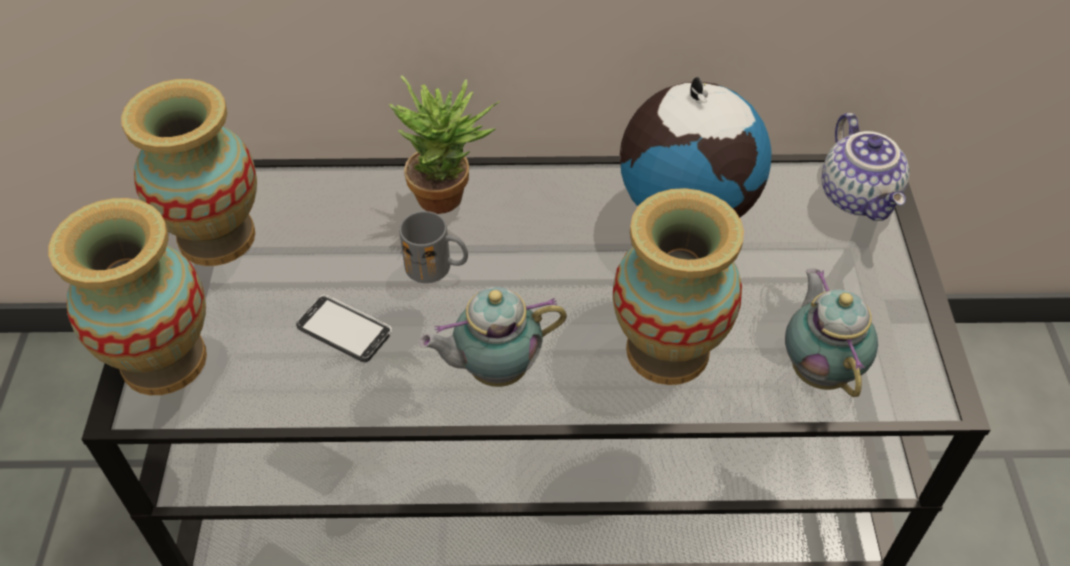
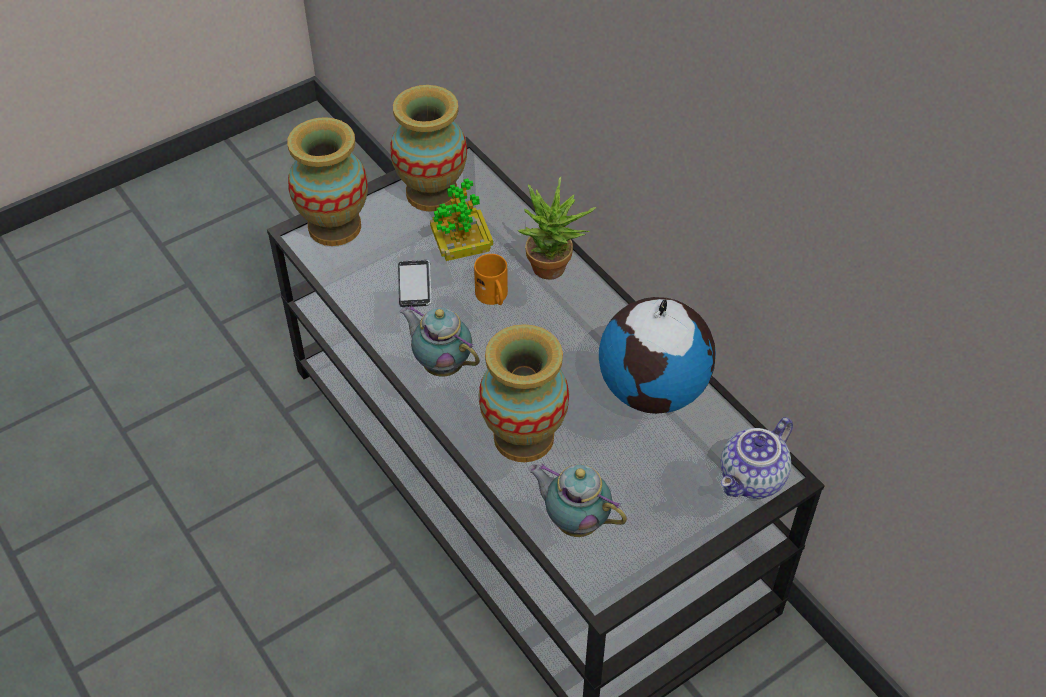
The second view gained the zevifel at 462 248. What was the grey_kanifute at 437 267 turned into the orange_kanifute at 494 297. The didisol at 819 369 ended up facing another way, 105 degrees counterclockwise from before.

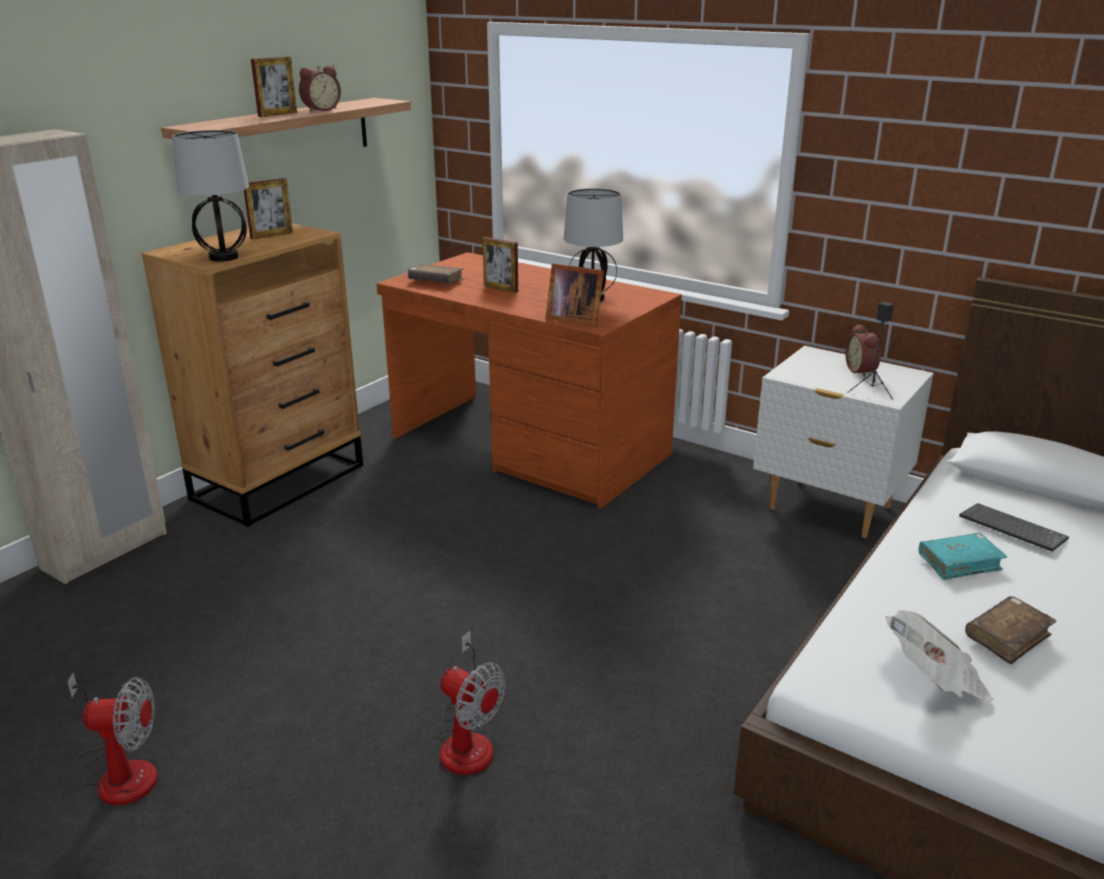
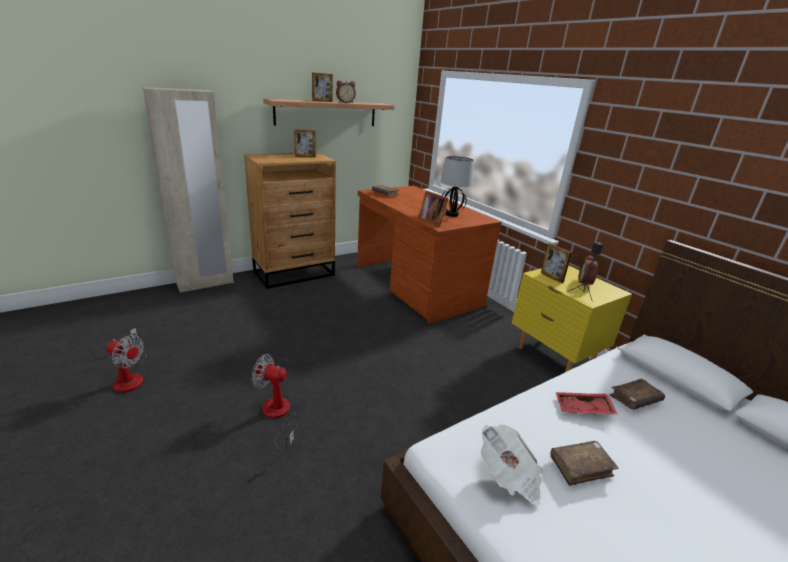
The second view lost the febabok at 223 257. The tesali ended up elsewhere, having gone from 501 288 to 551 277. Where the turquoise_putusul stood at 959 563, the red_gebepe came to stand at 583 409. Where the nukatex stood at 1010 529, the brown_putusul came to stand at 635 399. What was the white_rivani at 829 508 turned into the yellow_rivani at 554 357. The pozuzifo at 468 739 ended up facing another way, 135 degrees clockwise from before.

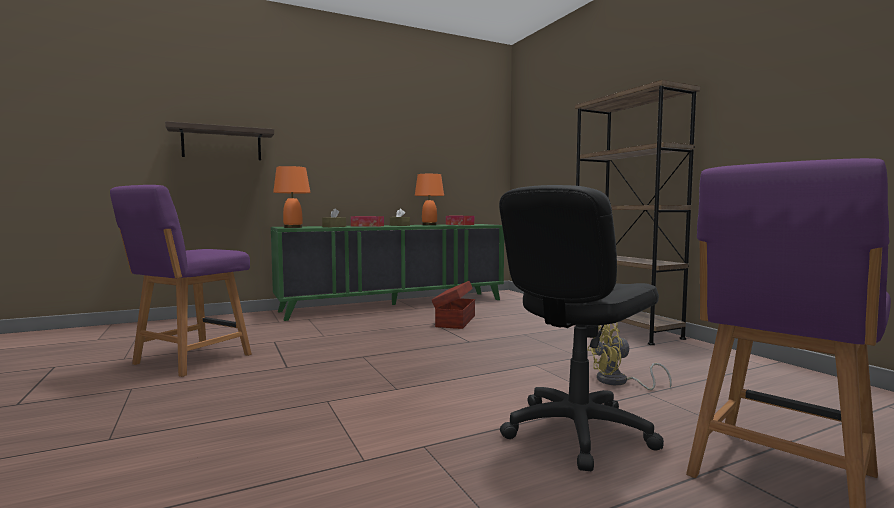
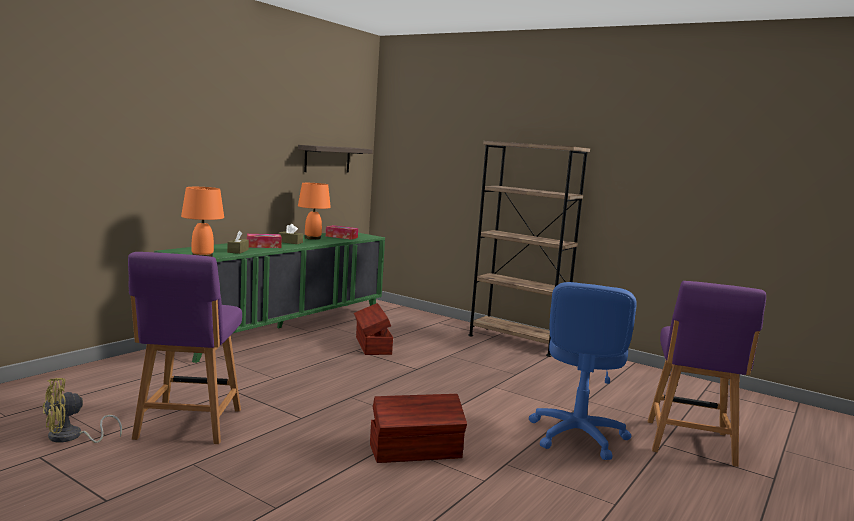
The second view gained the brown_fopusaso at 416 452. The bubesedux ended up elsewhere, having gone from 222 144 to 327 159. The yellow_pozuzifo ended up elsewhere, having gone from 618 382 to 71 437. What was the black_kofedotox at 576 431 turned into the blue_kofedotox at 577 436.

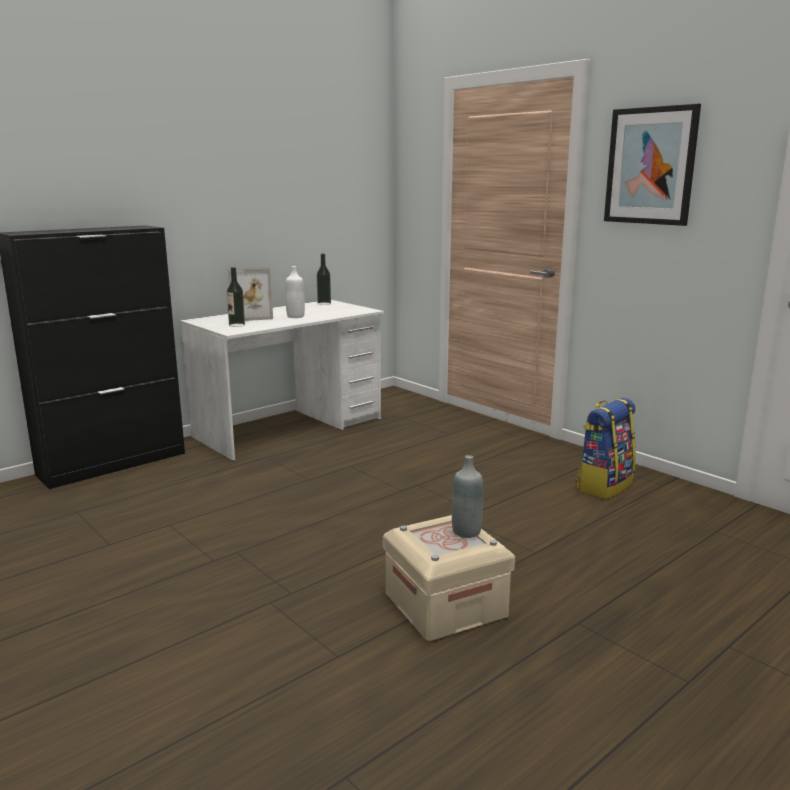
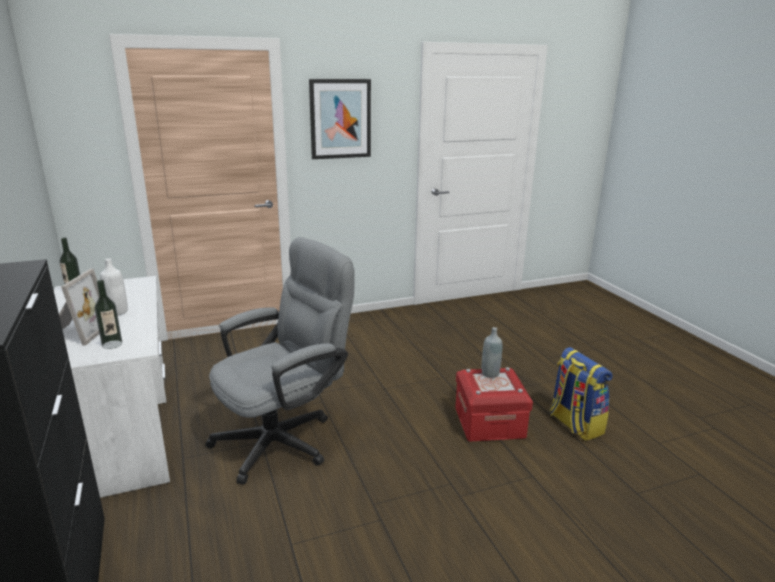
The second view gained the grey_kofedotox at 284 438. The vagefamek ended up elsewhere, having gone from 603 485 to 574 424. What was the beige_fopusaso at 445 605 turned into the red_fopusaso at 489 423.

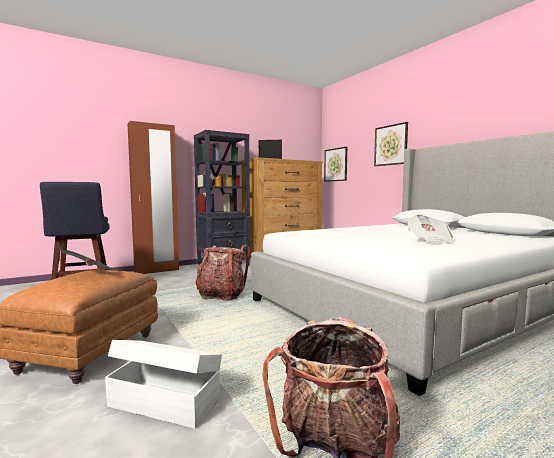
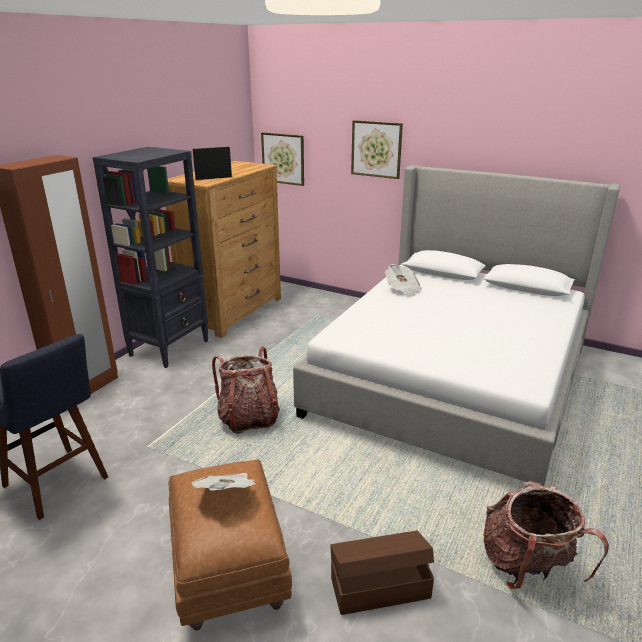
The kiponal ended up elsewhere, having gone from 429 241 to 402 290. What was the white_fopusaso at 164 401 turned into the brown_fopusaso at 378 587.

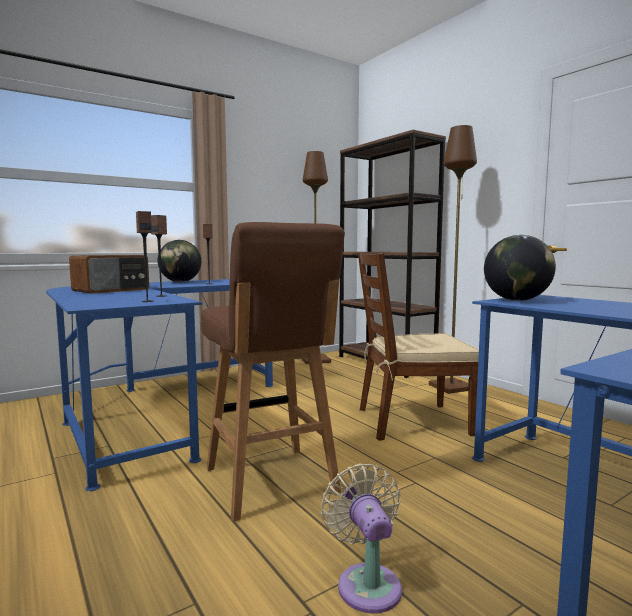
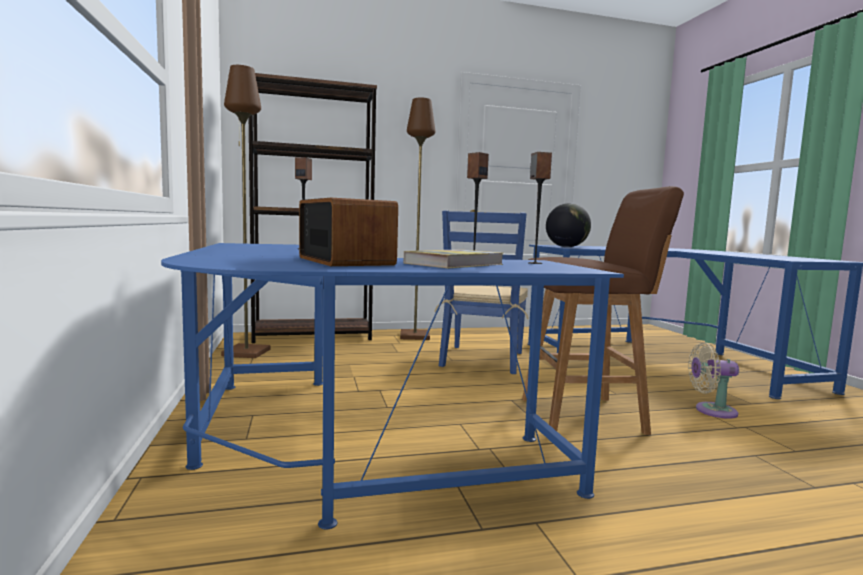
The second view lost the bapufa at 180 282. The second view gained the putusul at 454 264. What was the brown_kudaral at 411 421 turned into the blue_kudaral at 482 359.

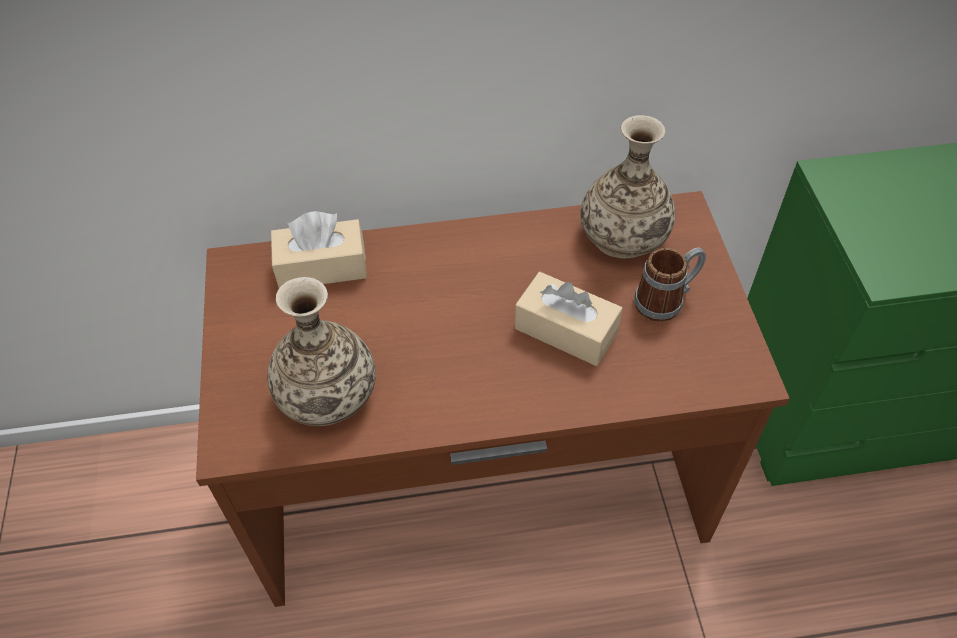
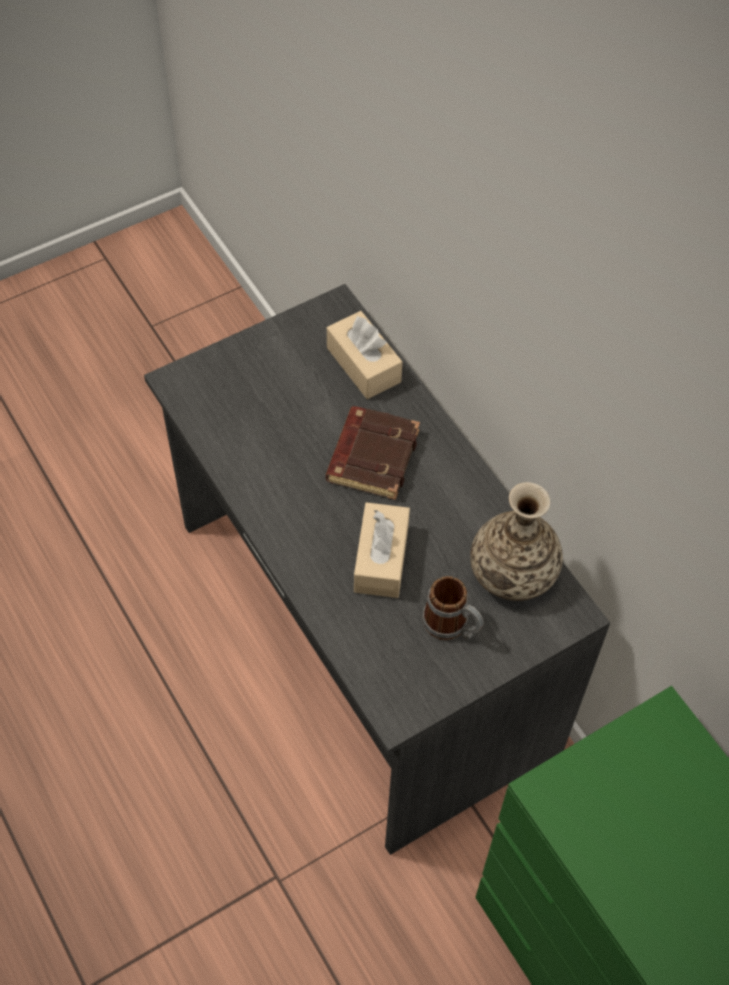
The second view lost the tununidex at 327 394. The second view gained the brown_putusul at 372 456. What was the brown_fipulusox at 481 483 turned into the grey_fipulusox at 361 636.

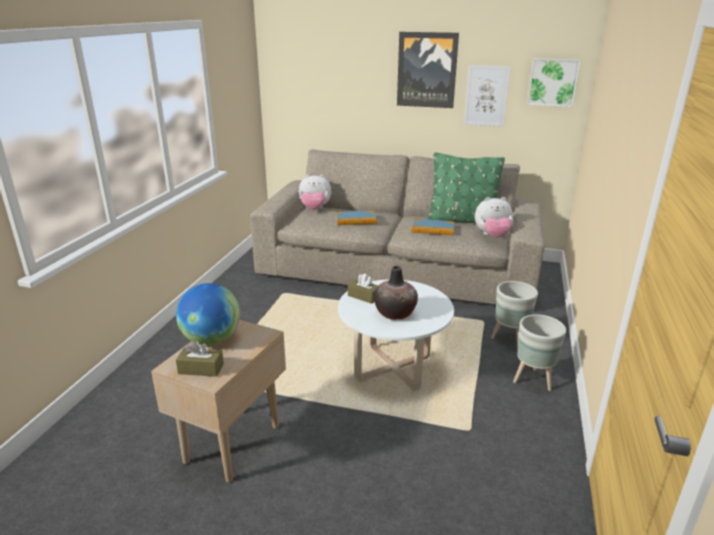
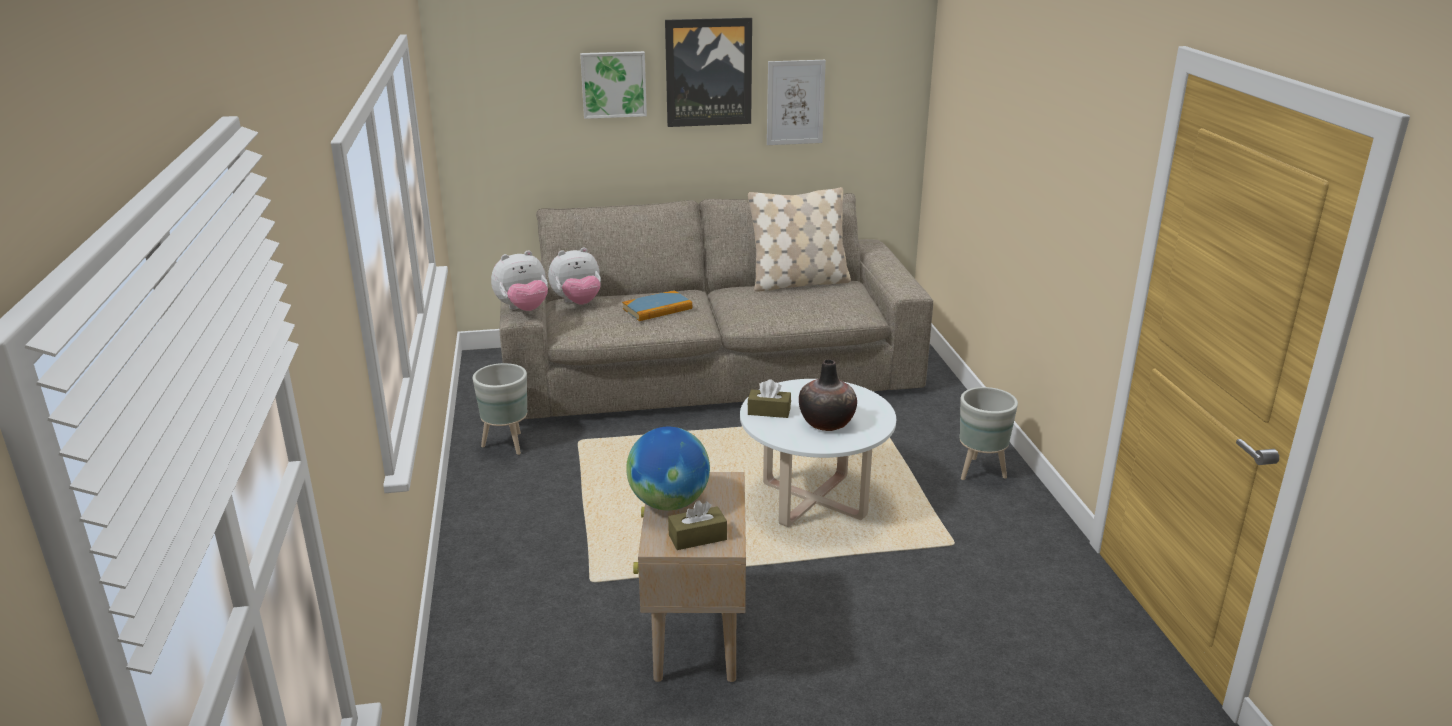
The second view lost the putusul at 432 229. The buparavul ended up elsewhere, having gone from 492 236 to 523 309. The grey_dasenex ended up elsewhere, having gone from 510 340 to 507 444. The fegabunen ended up elsewhere, having gone from 552 82 to 613 84. What was the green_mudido at 462 220 turned into the beige_mudido at 798 283.

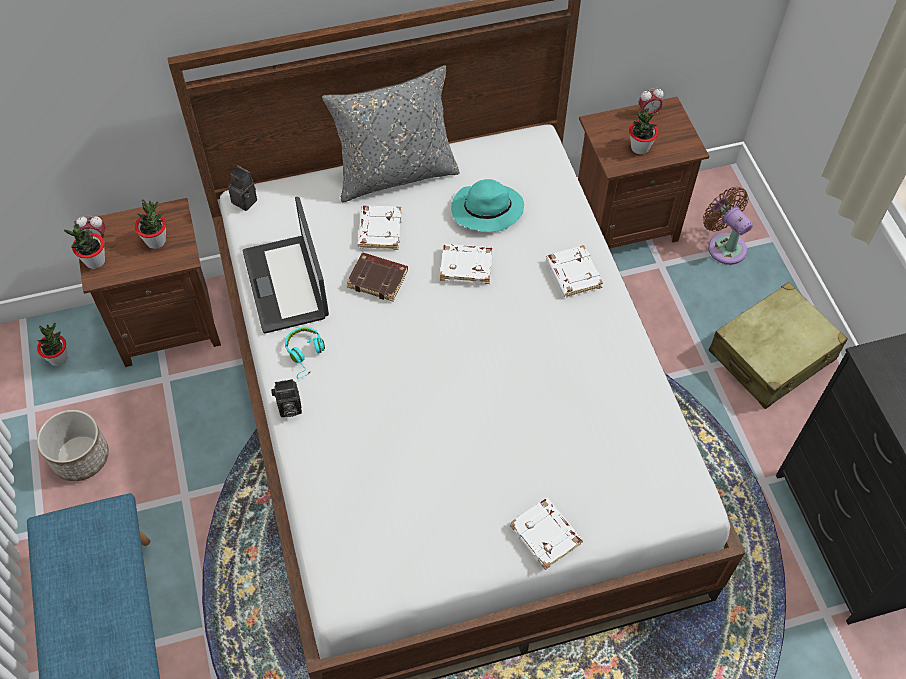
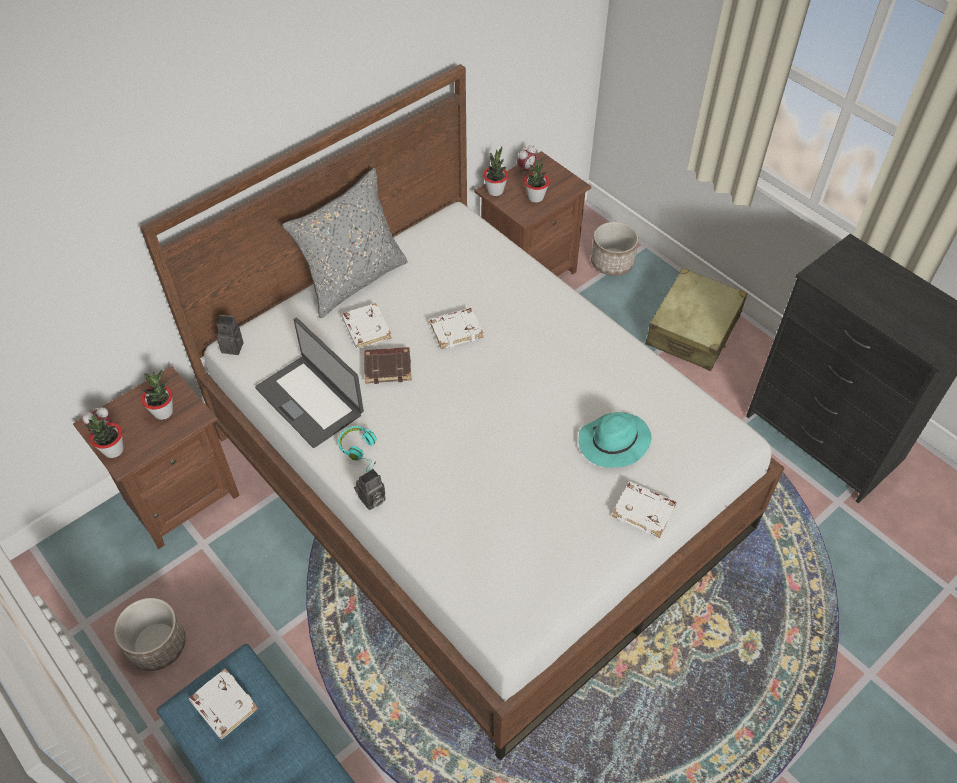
The zevifel ended up elsewhere, having gone from 58 358 to 495 191. The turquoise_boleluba ended up elsewhere, having gone from 486 211 to 613 443. The white_putusul ended up elsewhere, having gone from 572 274 to 223 705. Where the brown_pozuzifo stood at 724 245, the dasenex came to stand at 612 263.

